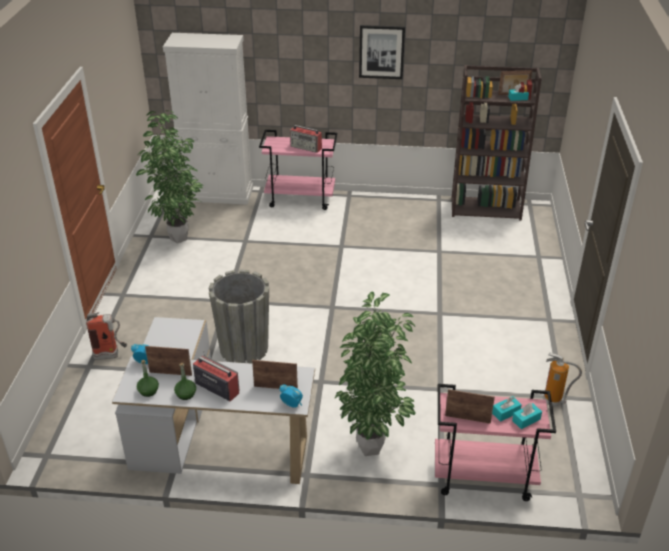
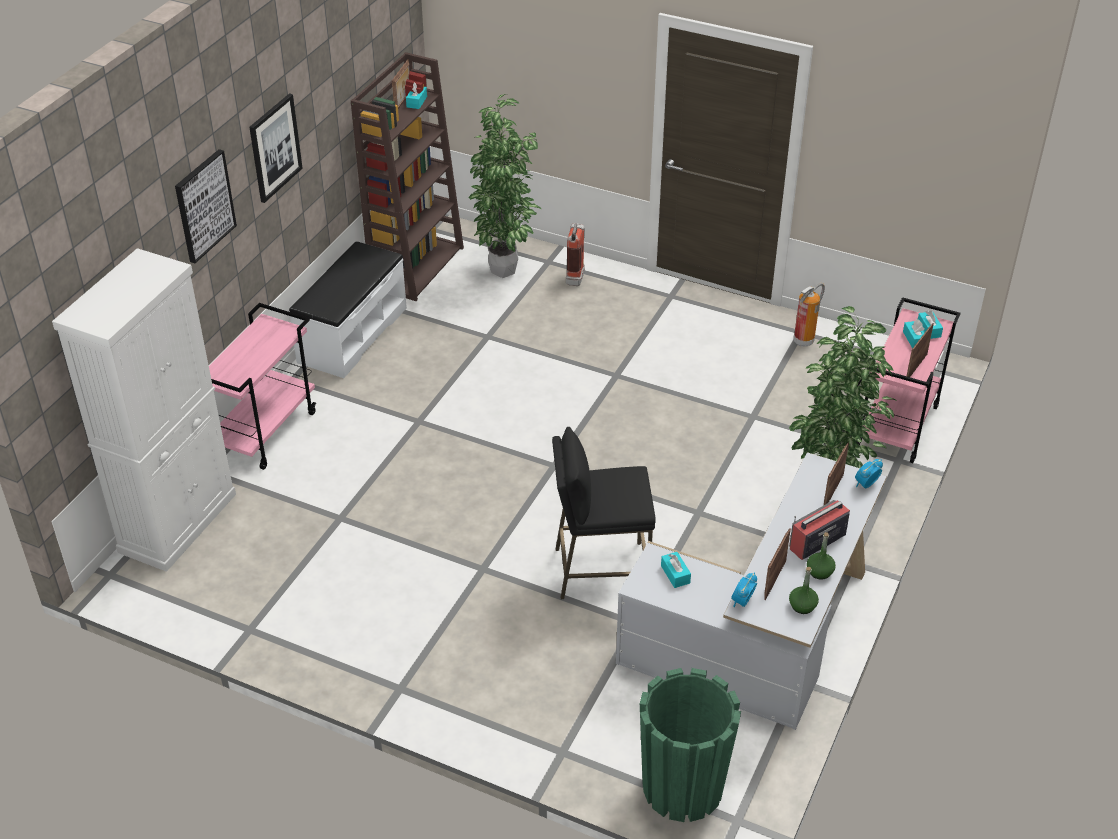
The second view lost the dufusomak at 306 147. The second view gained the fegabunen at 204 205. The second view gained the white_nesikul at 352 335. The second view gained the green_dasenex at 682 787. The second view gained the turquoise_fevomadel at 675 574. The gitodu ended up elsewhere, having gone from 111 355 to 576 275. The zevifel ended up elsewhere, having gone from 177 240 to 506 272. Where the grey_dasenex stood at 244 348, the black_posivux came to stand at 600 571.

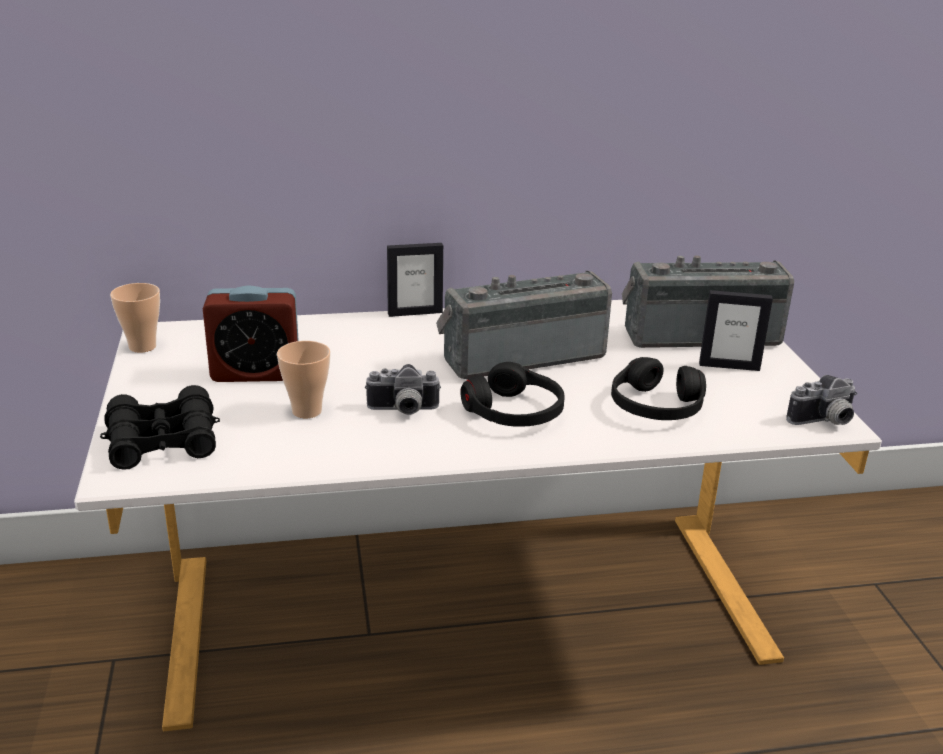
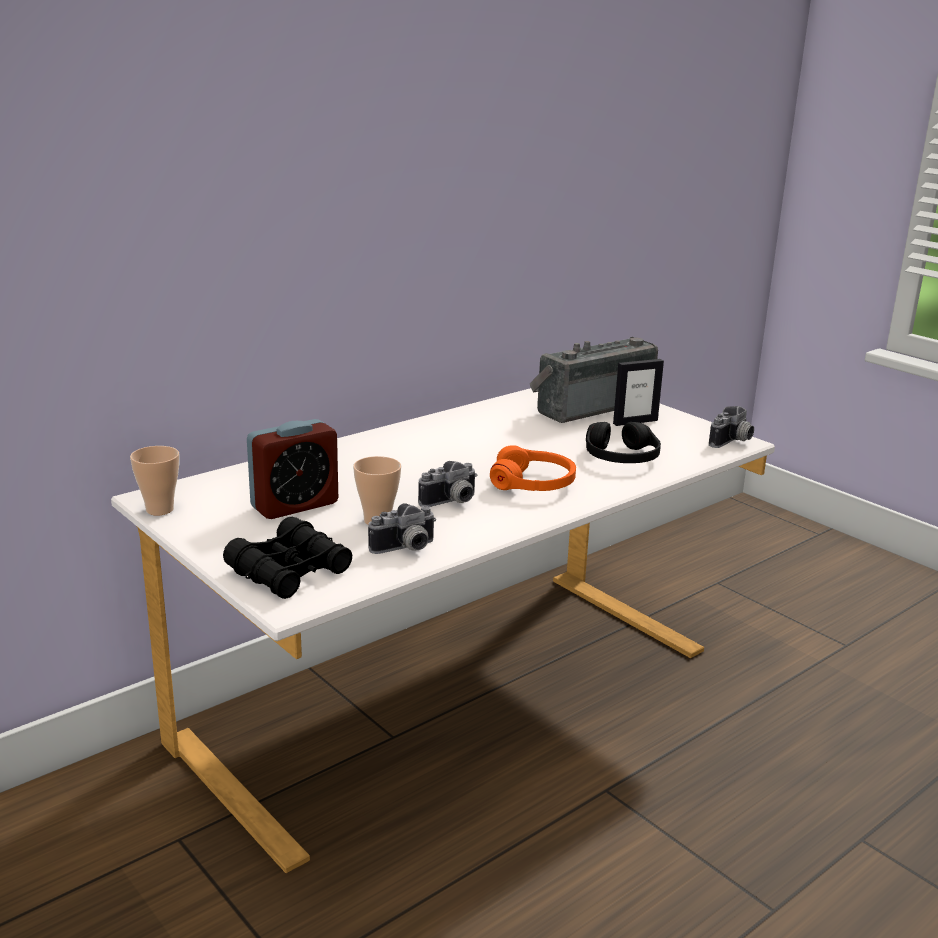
The second view lost the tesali at 415 313. The second view lost the dufusomak at 522 355. The second view gained the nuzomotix at 406 549. What was the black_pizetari at 514 412 turned into the orange_pizetari at 533 483.

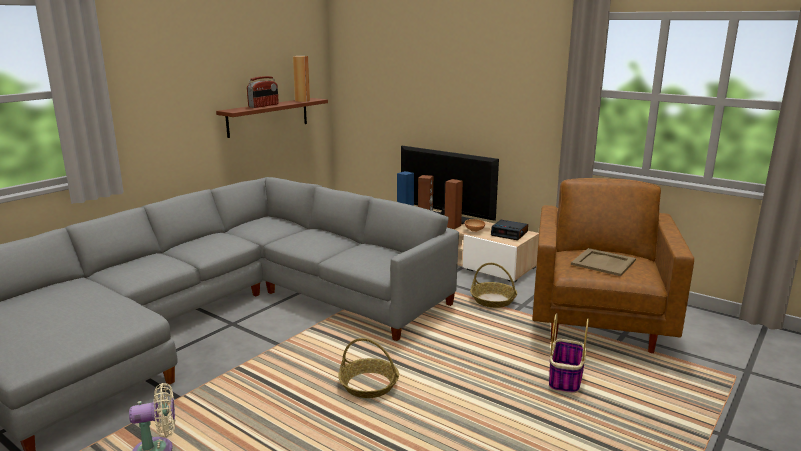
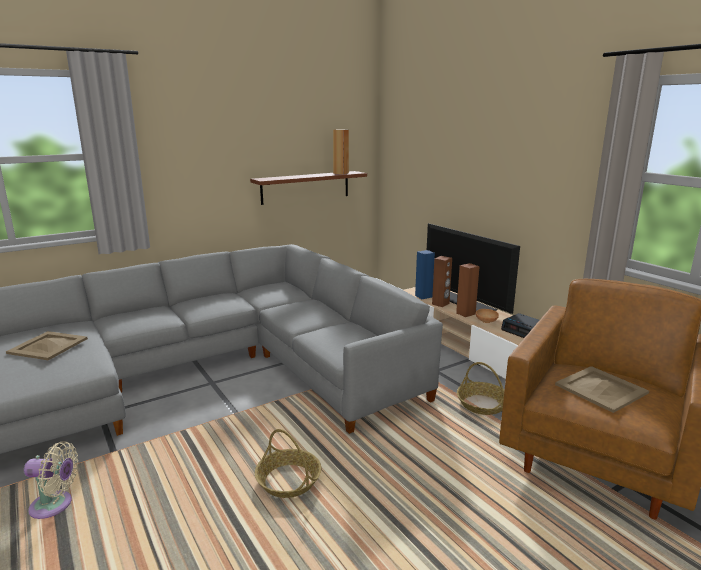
The second view lost the dufusomak at 264 106. The second view lost the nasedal at 565 379. The second view gained the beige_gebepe at 48 346.

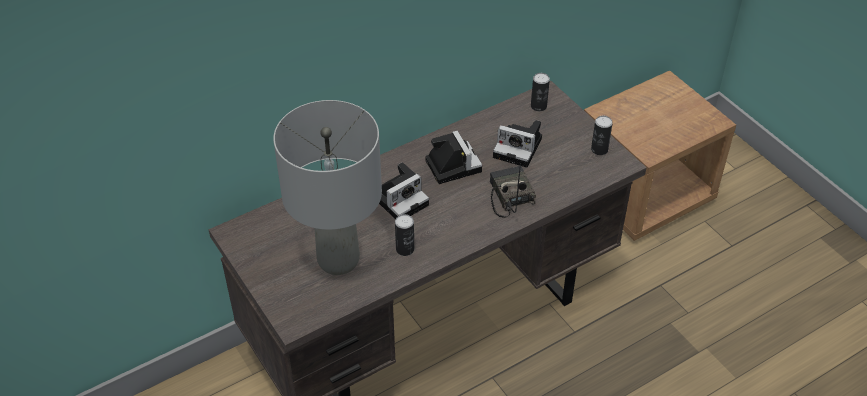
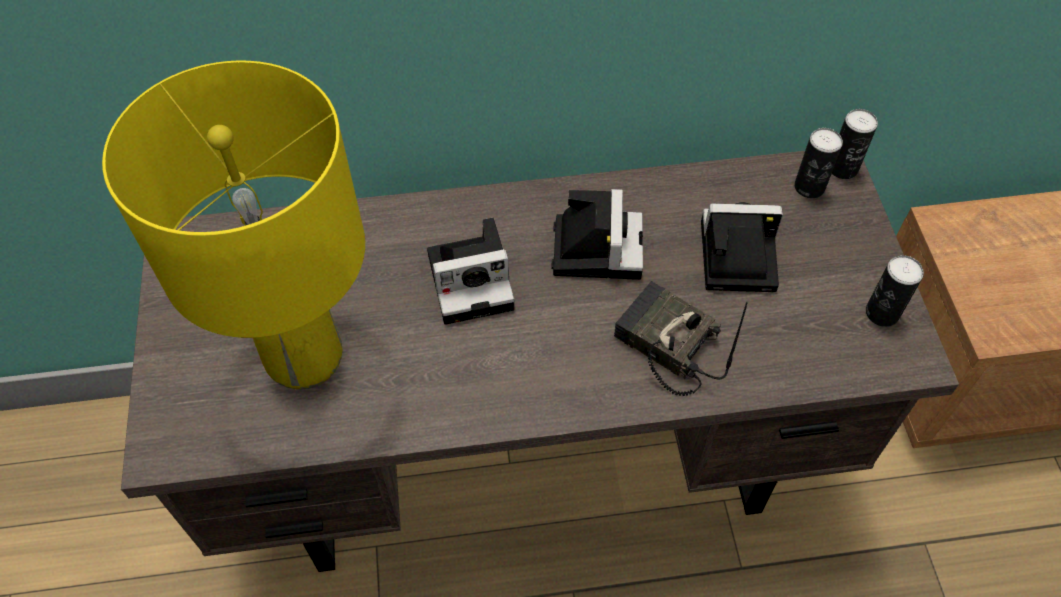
The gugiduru ended up elsewhere, having gone from 405 249 to 842 168. What was the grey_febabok at 338 260 turned into the yellow_febabok at 303 358. The dufusomak at 509 195 ended up facing another way, 60 degrees counterclockwise from before. The nuzomotix at 519 148 ended up facing another way, 135 degrees clockwise from before.

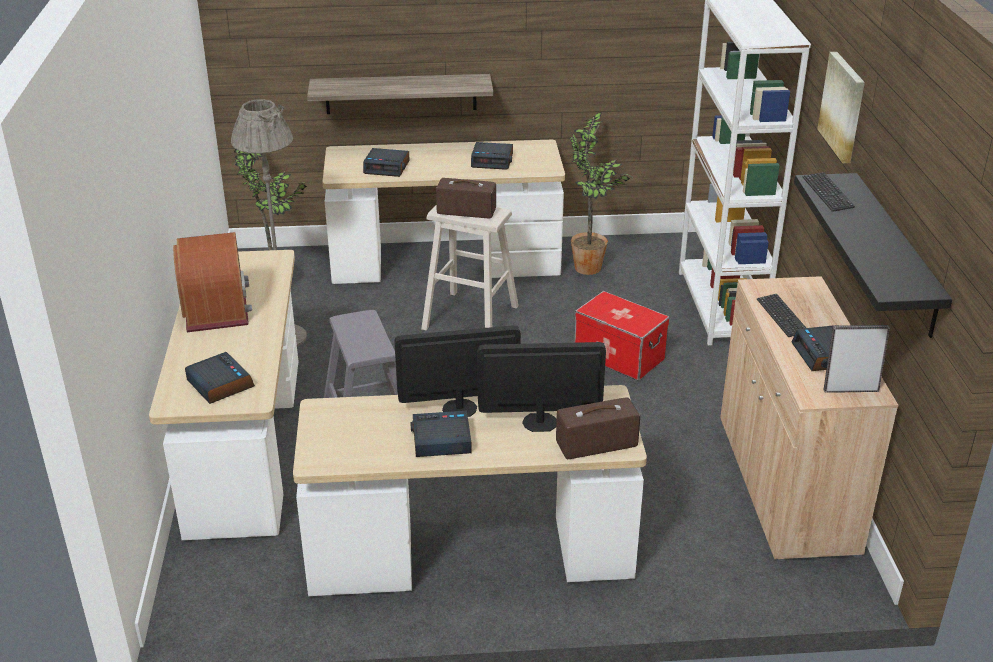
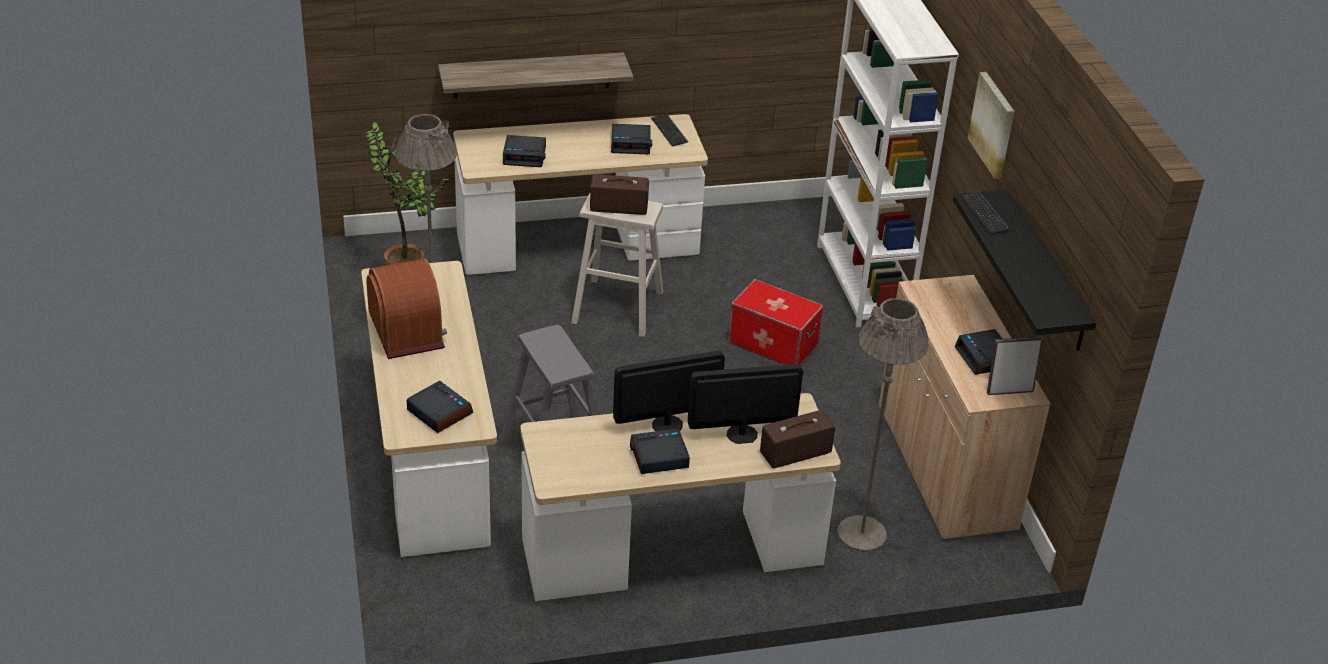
The second view lost the zevifel at 589 270. The second view gained the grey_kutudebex at 861 534. The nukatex ended up elsewhere, having gone from 782 316 to 669 131.

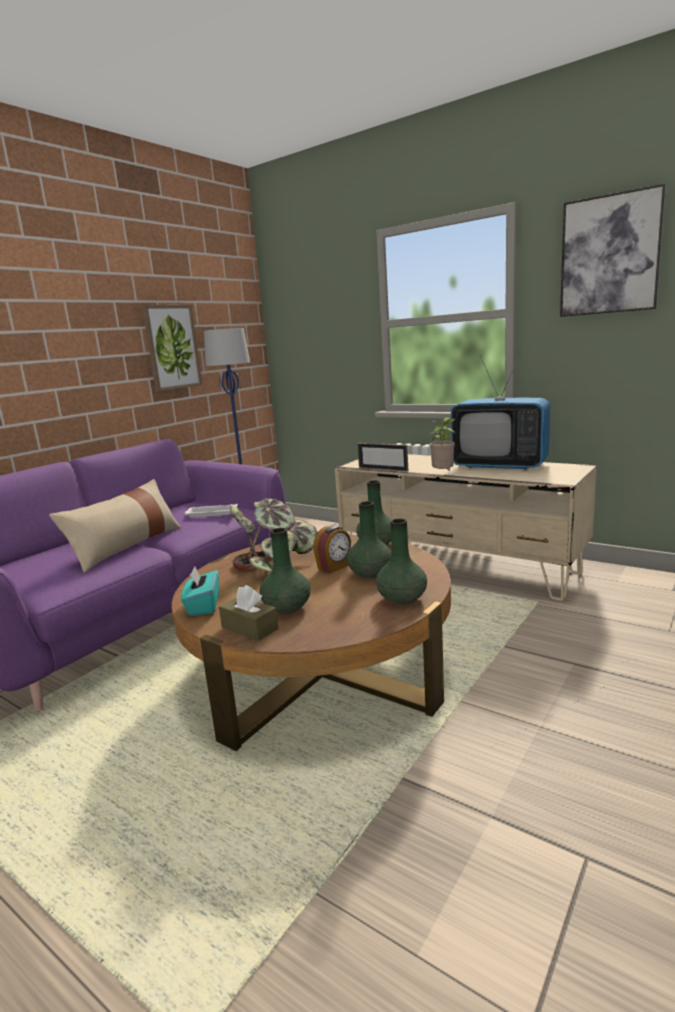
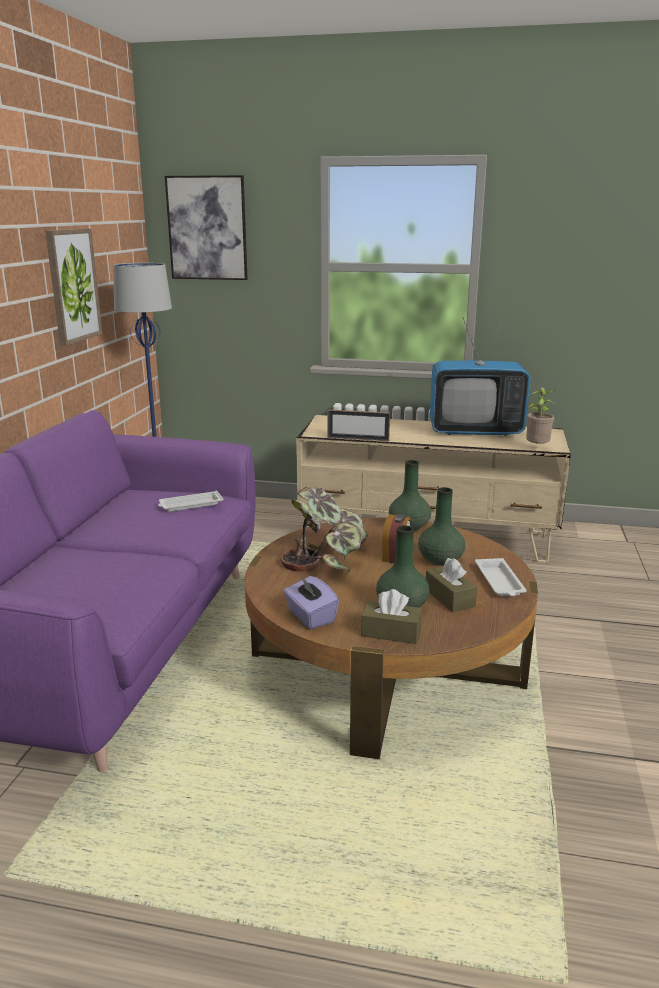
The second view lost the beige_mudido at 127 546. The second view gained the brown_fevomadel at 449 598. The zevifel ended up elsewhere, having gone from 444 474 to 537 448. The fegabunen ended up elsewhere, having gone from 609 255 to 207 228. Where the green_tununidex stood at 402 598, the white_gebepe came to stand at 499 582. What was the turquoise_fevomadel at 203 606 turned into the purple_fevomadel at 310 617.

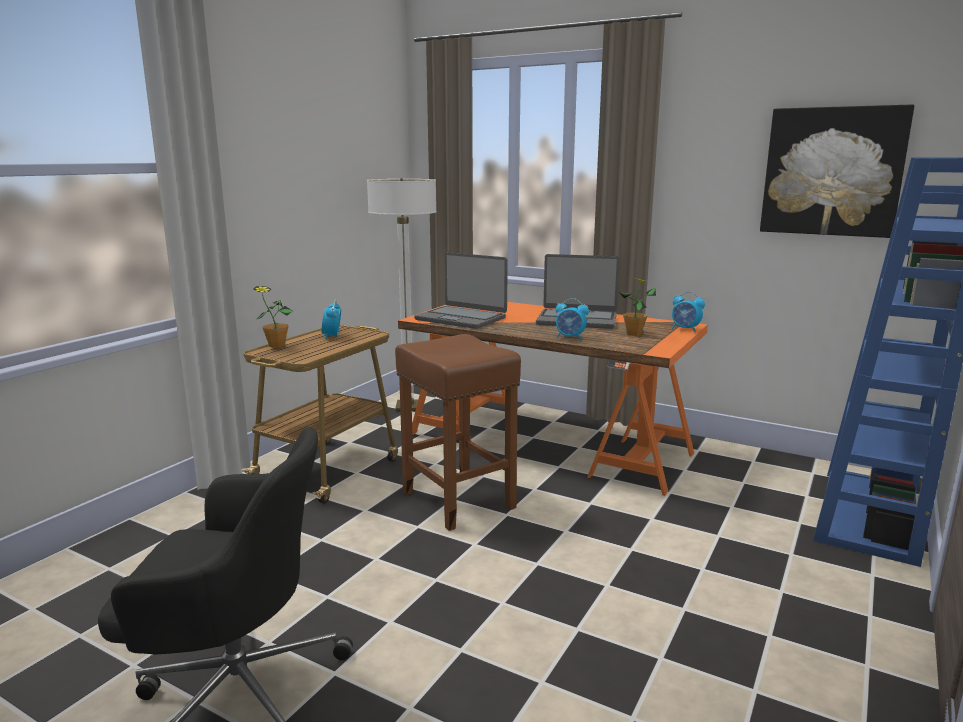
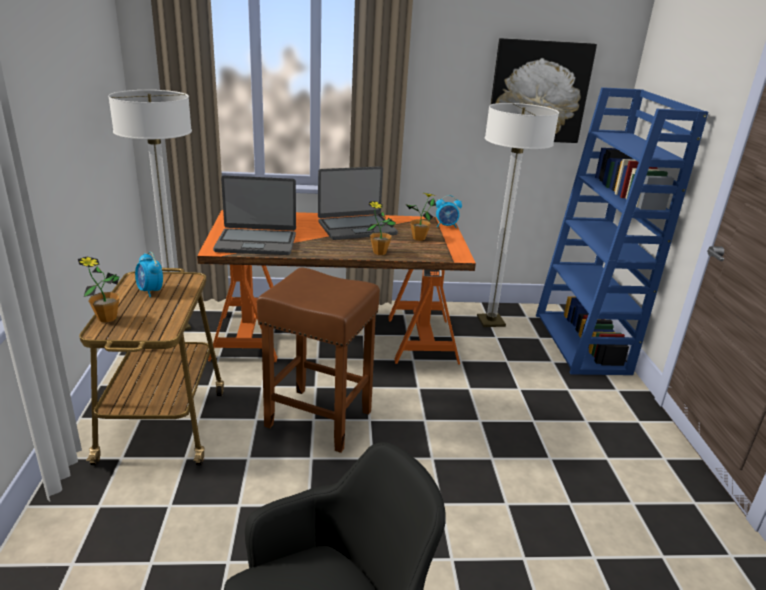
The second view gained the kutudebex at 490 321. Where the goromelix stood at 570 338, the zevifel came to stand at 379 252.

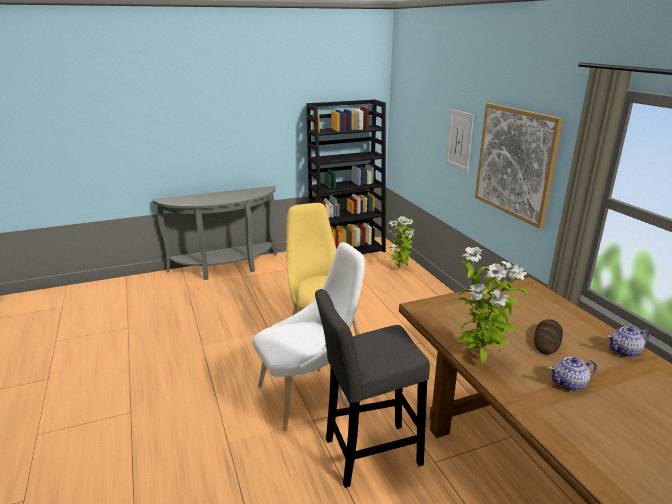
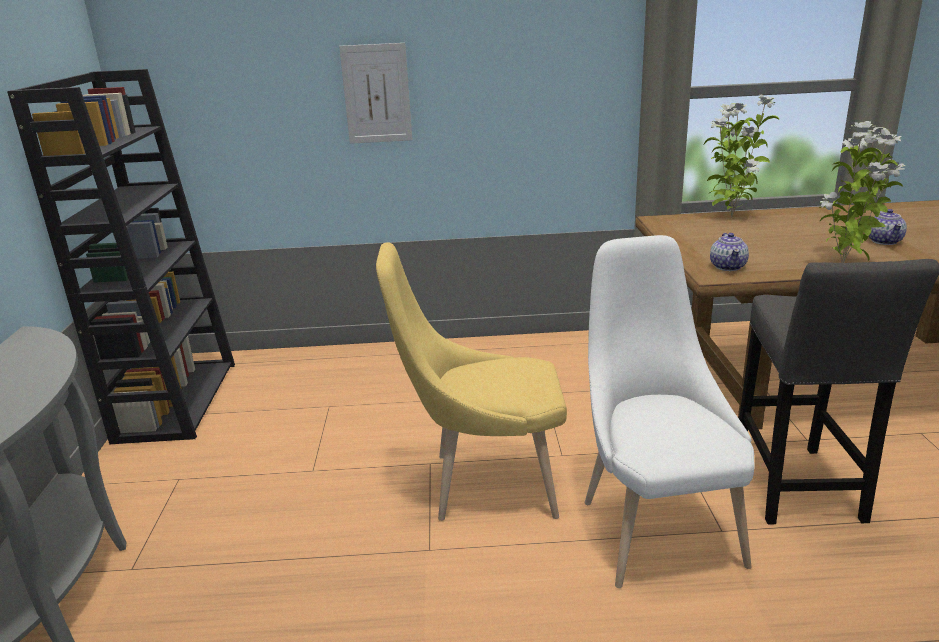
The second view lost the fegabunen at 515 162. The second view lost the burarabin at 547 339. The zevifel ended up elsewhere, having gone from 399 269 to 730 217. The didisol ended up elsewhere, having gone from 625 351 to 728 266.

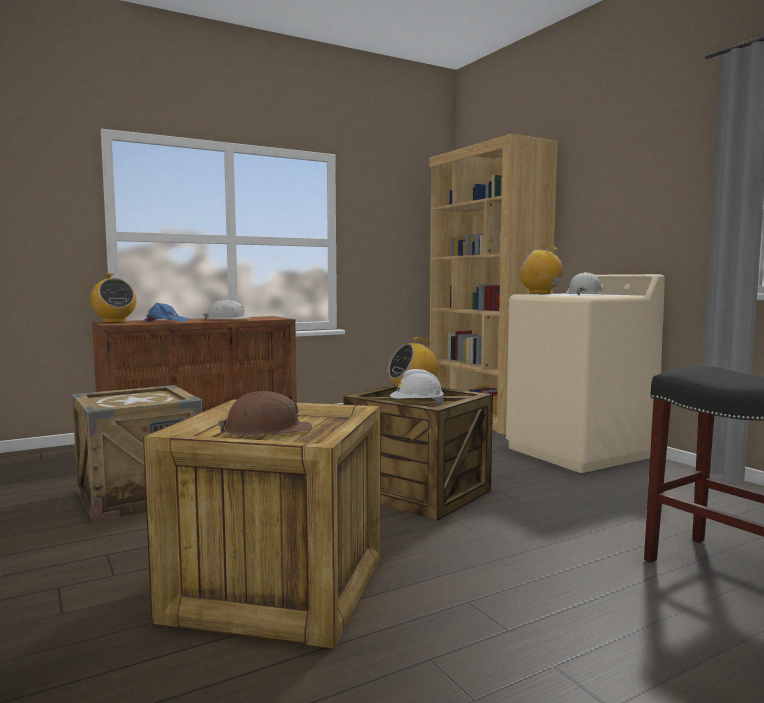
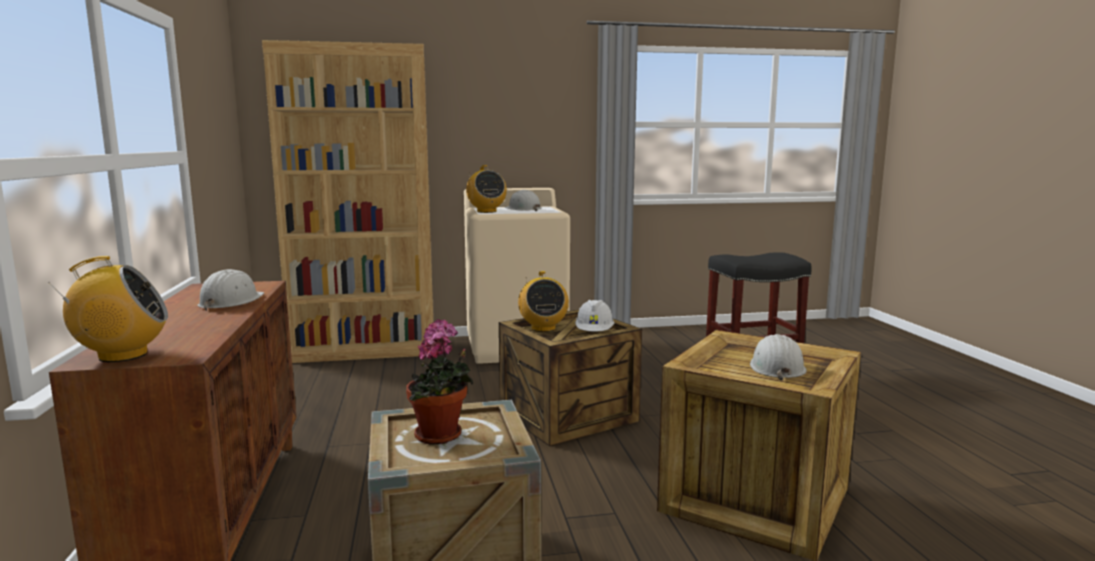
The second view lost the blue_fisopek at 166 321. The second view gained the zevifel at 441 437. What was the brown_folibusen at 267 430 turned into the white_folibusen at 776 367. The dufusomak at 540 294 ended up facing another way, 75 degrees counterclockwise from before.

